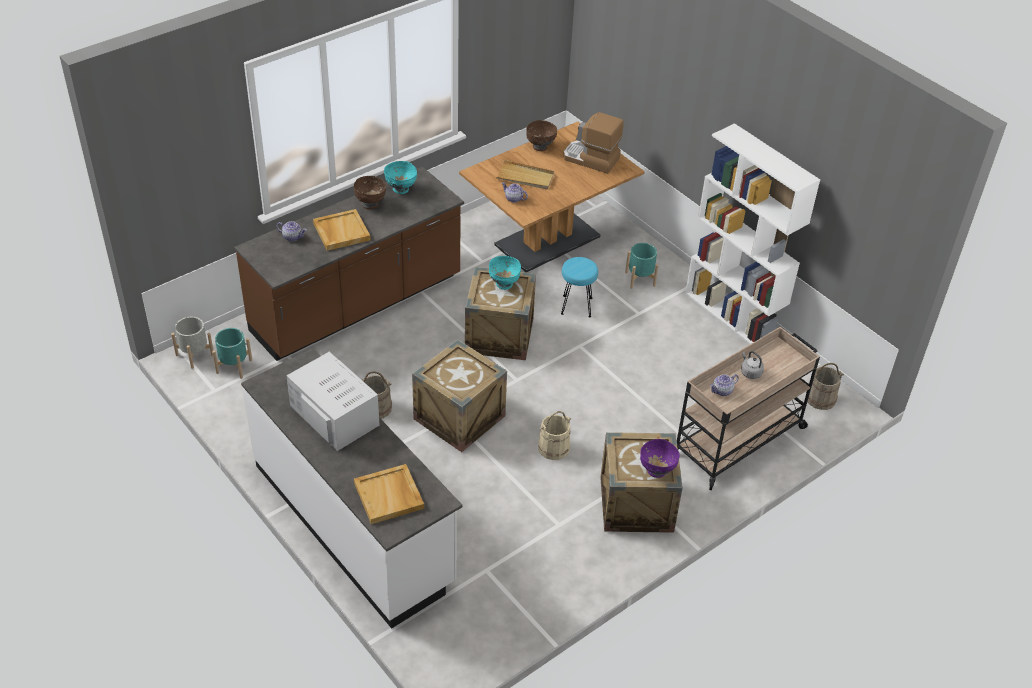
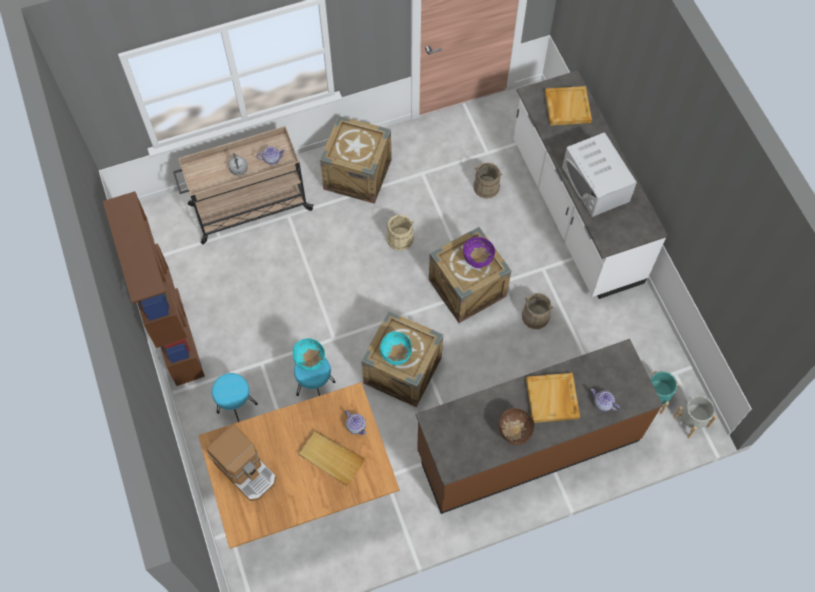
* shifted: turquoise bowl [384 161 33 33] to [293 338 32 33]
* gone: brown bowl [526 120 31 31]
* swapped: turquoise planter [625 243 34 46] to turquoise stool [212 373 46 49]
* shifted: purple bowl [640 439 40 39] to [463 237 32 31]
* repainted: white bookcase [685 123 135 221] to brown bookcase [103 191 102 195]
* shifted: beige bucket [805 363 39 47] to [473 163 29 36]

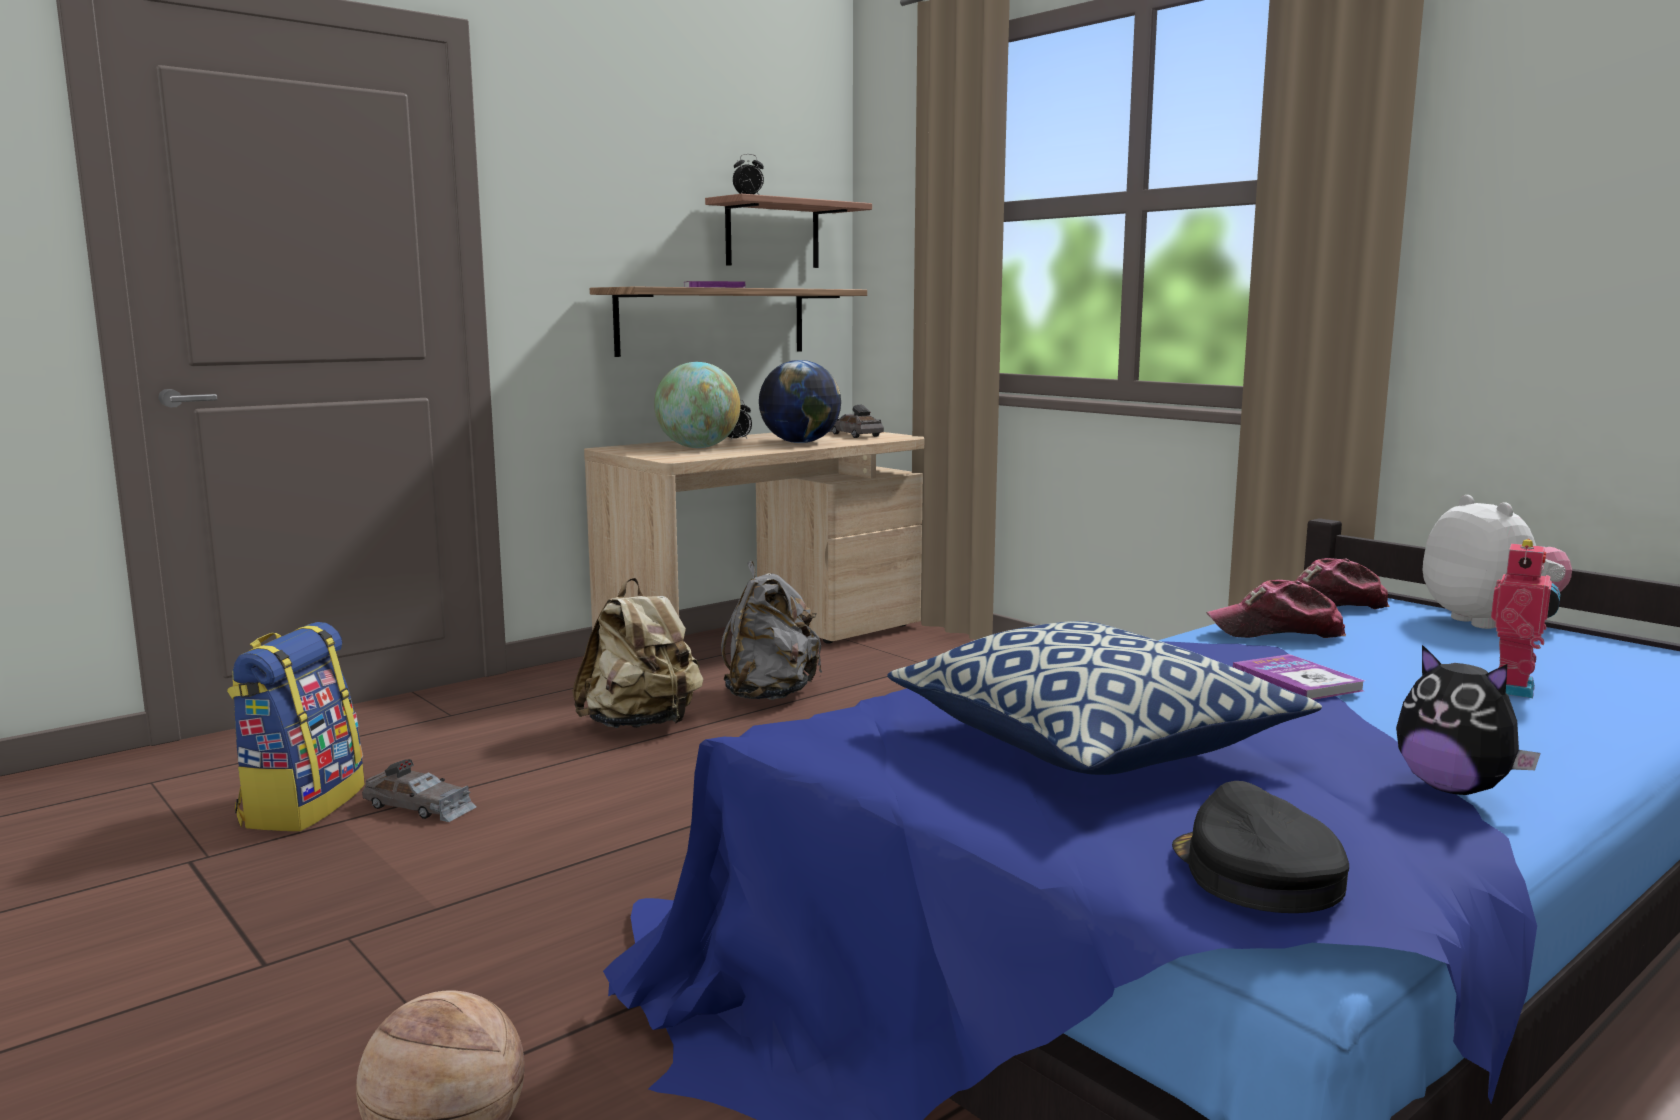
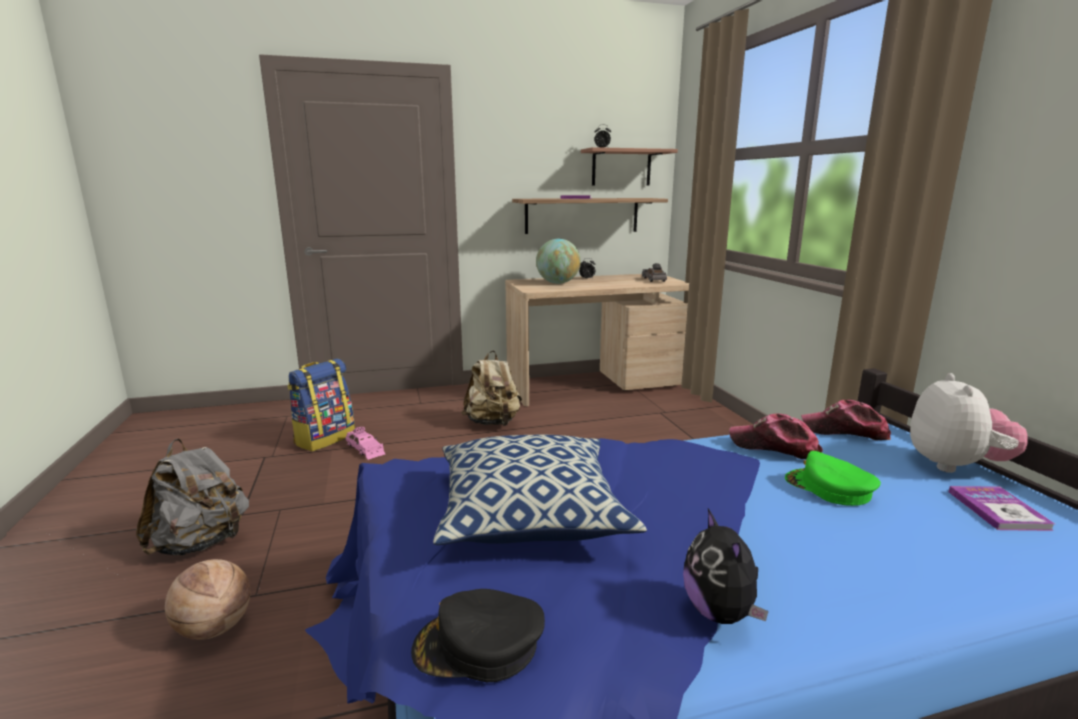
* repainted: grey toy car [362 759 114 63] to pink toy car [345 427 40 33]
* shifted: grey backpack [721 561 101 139] to [136 439 113 117]
* gone: globe [759 360 82 83]
* rotated: black cap [1172 781 177 132] = [411 589 134 93] 105 degrees counterclockwise
* shifted: book [1233 654 132 46] to [949 486 106 45]
* gone: toy robot [1491 539 69 159]
* new: green cap [785 451 96 55]

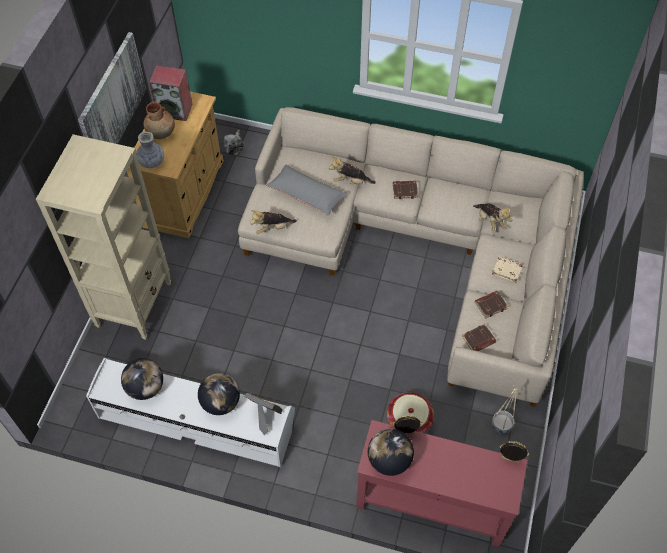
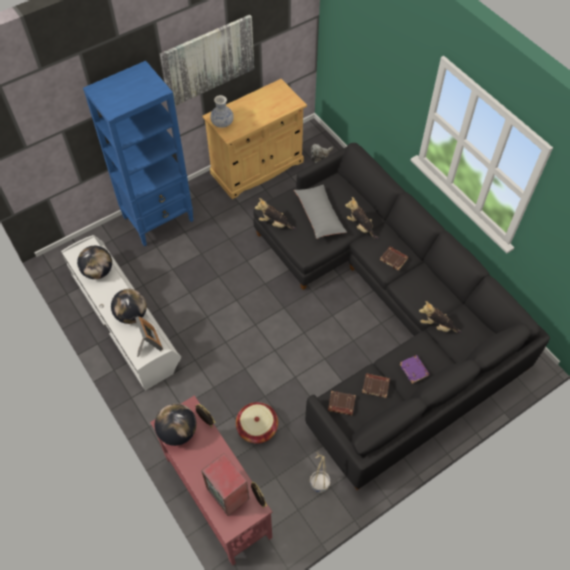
* repainted: beige bookcase [36 134 135 206] to blue bookcase [83 61 111 185]
* gone: brown vase [144 102 31 37]
* shifted: speaker [149 66 43 55] to [201 453 48 63]
* repainted: beige sofa [238 107 346 300] to black sofa [253 143 297 347]
* rotated: plush toy [473 204 39 29] = [419 301 43 32] 105 degrees clockwise
* repainted: beige book [492 256 31 26] to purple book [400 355 30 29]

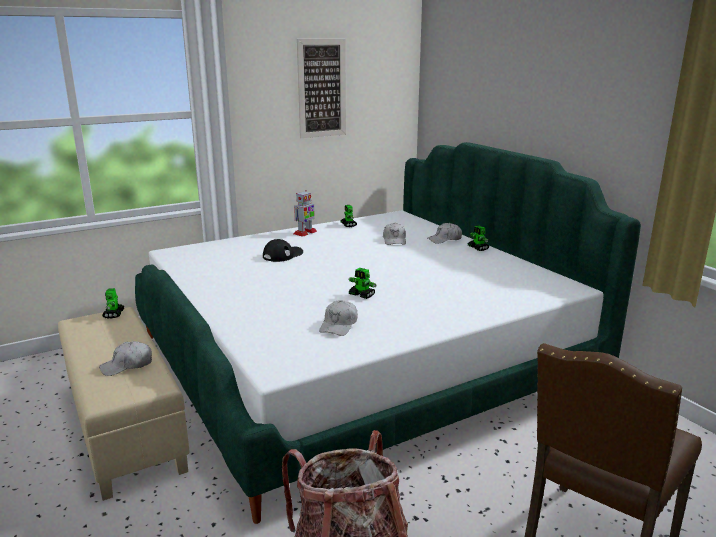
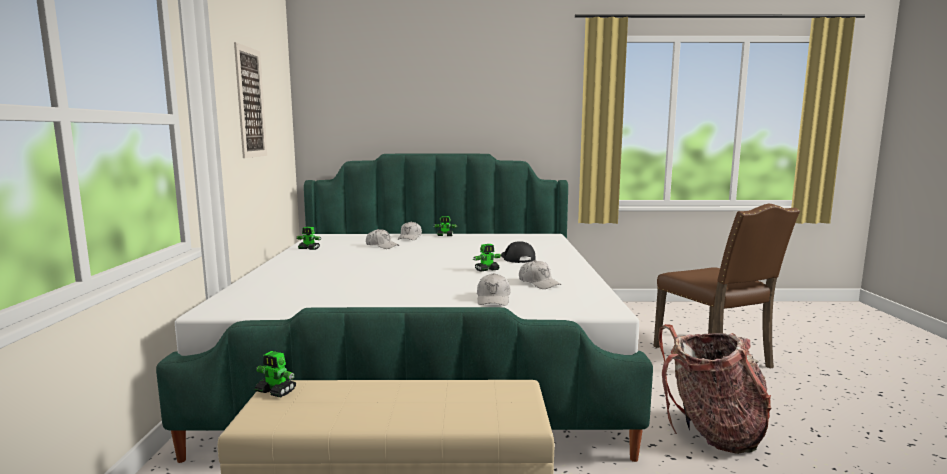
* shifted: white cap [99 341 53 35] to [477 273 33 33]
* shifted: black cap [263 239 40 23] to [500 241 36 22]
* gone: toy robot [294 190 23 47]

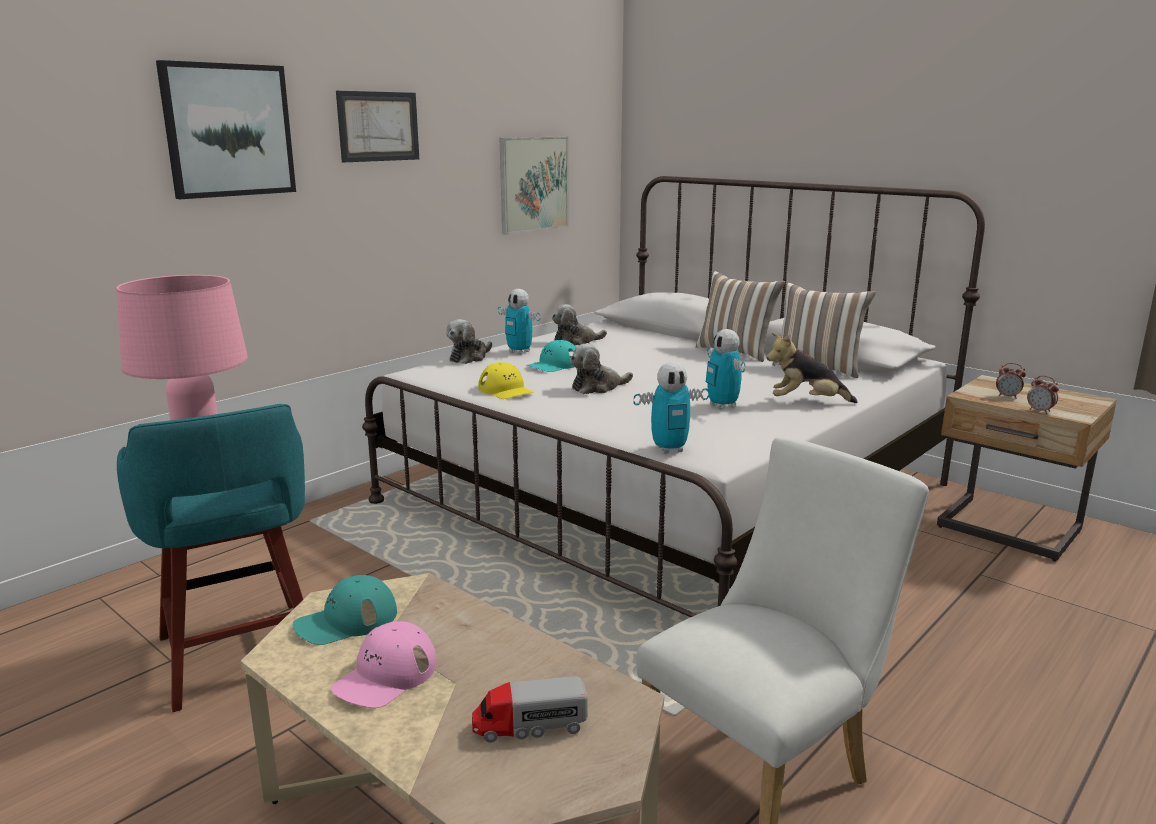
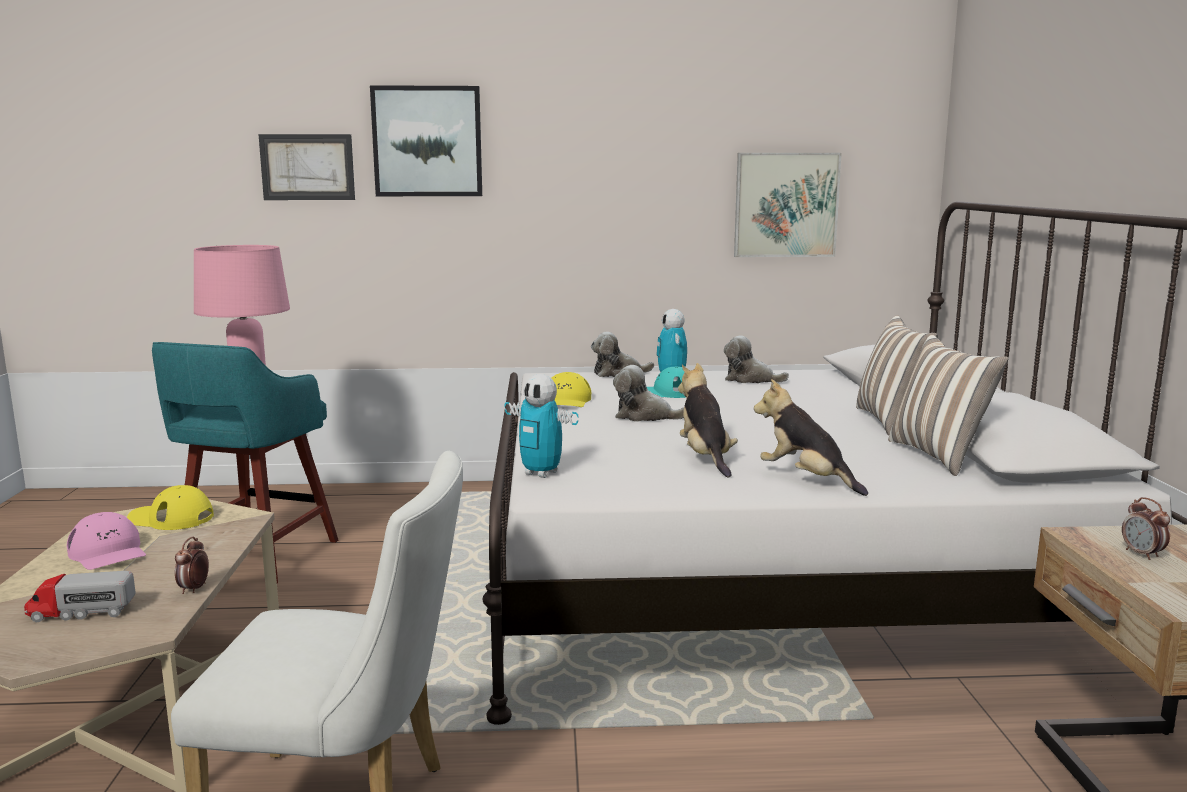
* repainted: turquoise cap [293 575 104 70] to yellow cap [127 485 87 45]
* rotated: pink cap [331 621 106 87] = [67 512 79 58] 120 degrees counterclockwise
* shifted: picture [336 91 83 71] to [258 134 97 66]
* rotated: toy truck [472 677 116 66] = [24 571 111 51] 45 degrees counterclockwise
* swapped: toy robot [706 329 39 80] to plush toy [678 363 60 114]
* shifted: alarm clock [1027 376 32 38] to [175 537 34 57]

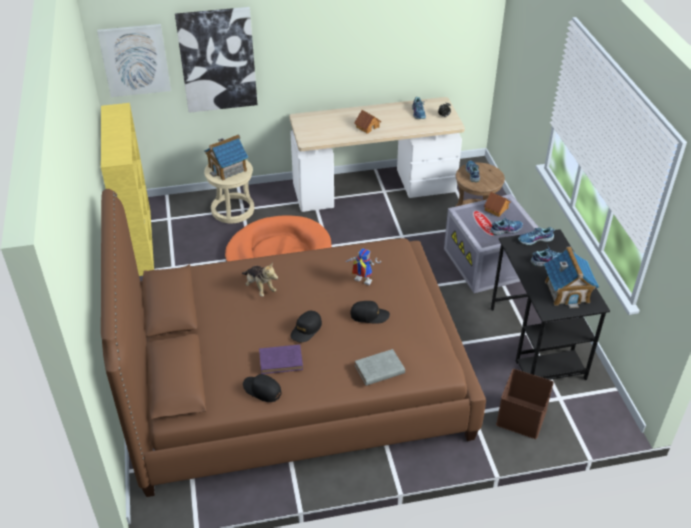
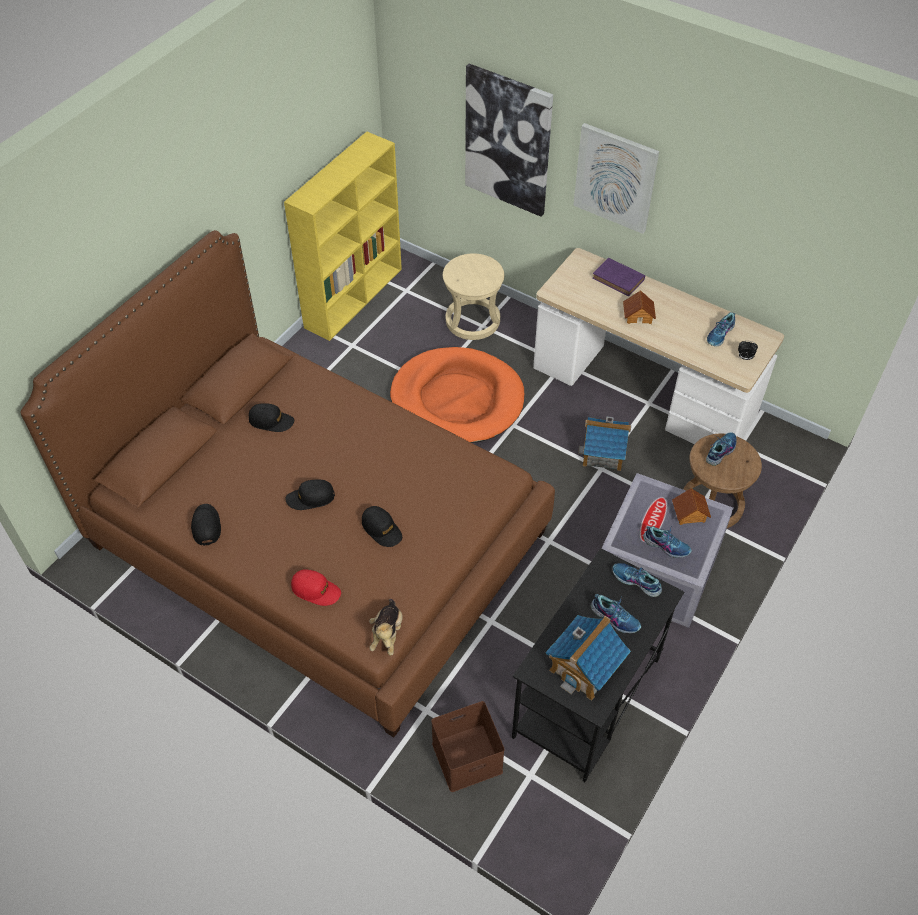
* shifted: picture [97 24 74 73] to [573 123 86 111]
* shifted: toy house [204 135 44 46] to [578 416 53 55]
* shifted: plush toy [242 262 36 35] to [369 599 33 57]
* shifted: purple book [259 345 44 29] to [592 258 53 38]
* gone: toy robot [345 248 36 37]
* swapped: grey book [355 349 50 37] to red cap [291 569 50 37]
* new: black cap [249 404 45 28]

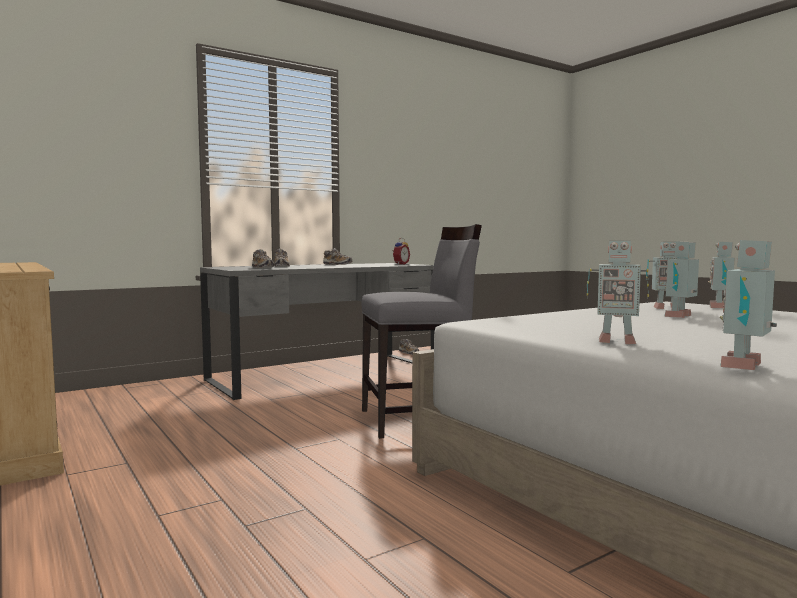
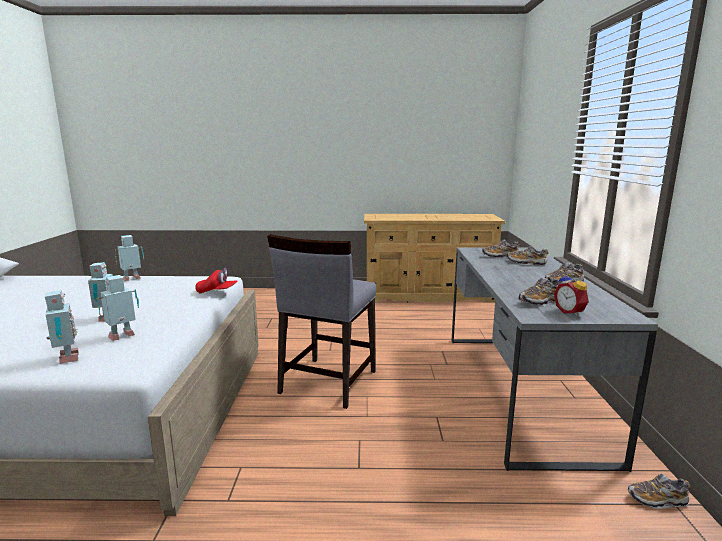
* gone: toy robot [719 240 58 130]
* new: red cap [196 268 42 26]
* new: shoe [519 278 43 28]

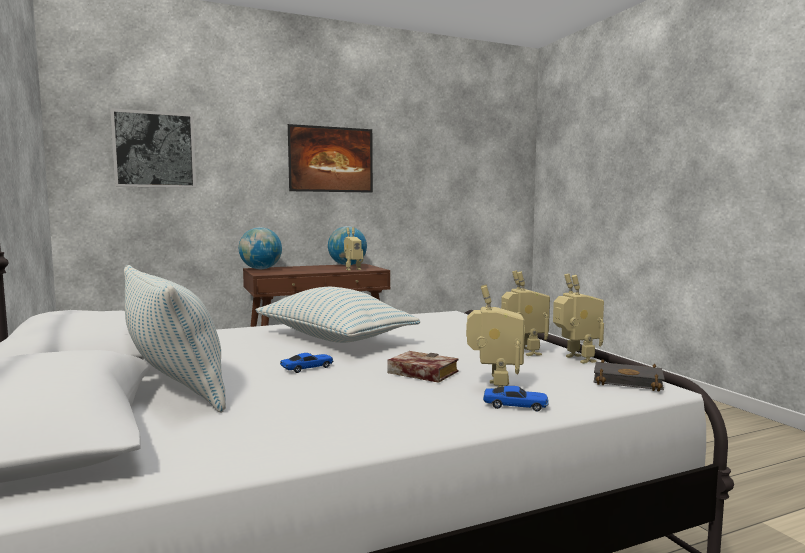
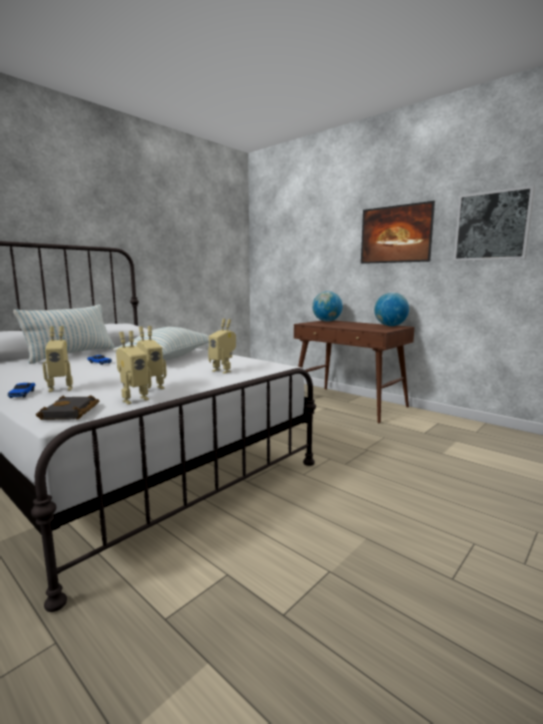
* shifted: picture [110 108 86 80] to [453 185 82 76]
* shifted: toy robot [344 227 19 44] to [208 318 28 56]
* gone: book [387 351 72 32]

